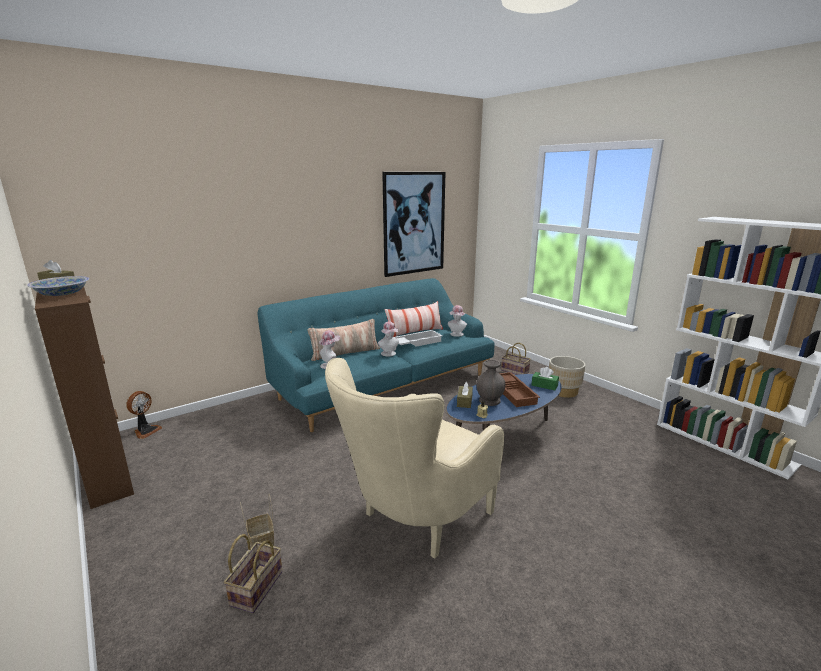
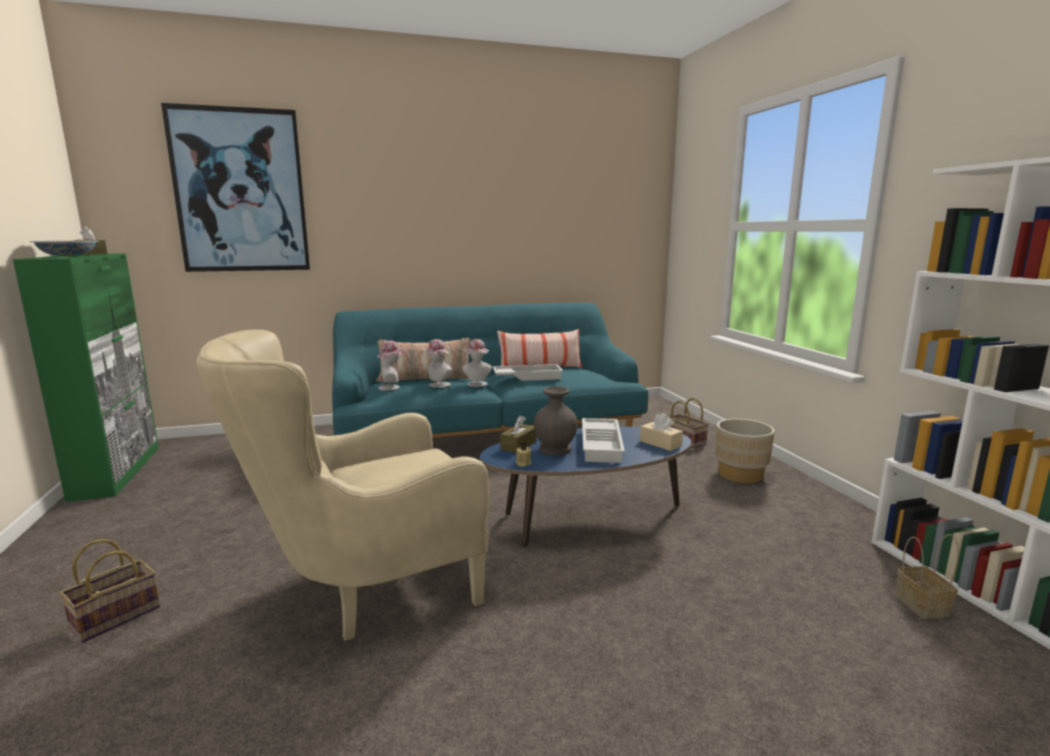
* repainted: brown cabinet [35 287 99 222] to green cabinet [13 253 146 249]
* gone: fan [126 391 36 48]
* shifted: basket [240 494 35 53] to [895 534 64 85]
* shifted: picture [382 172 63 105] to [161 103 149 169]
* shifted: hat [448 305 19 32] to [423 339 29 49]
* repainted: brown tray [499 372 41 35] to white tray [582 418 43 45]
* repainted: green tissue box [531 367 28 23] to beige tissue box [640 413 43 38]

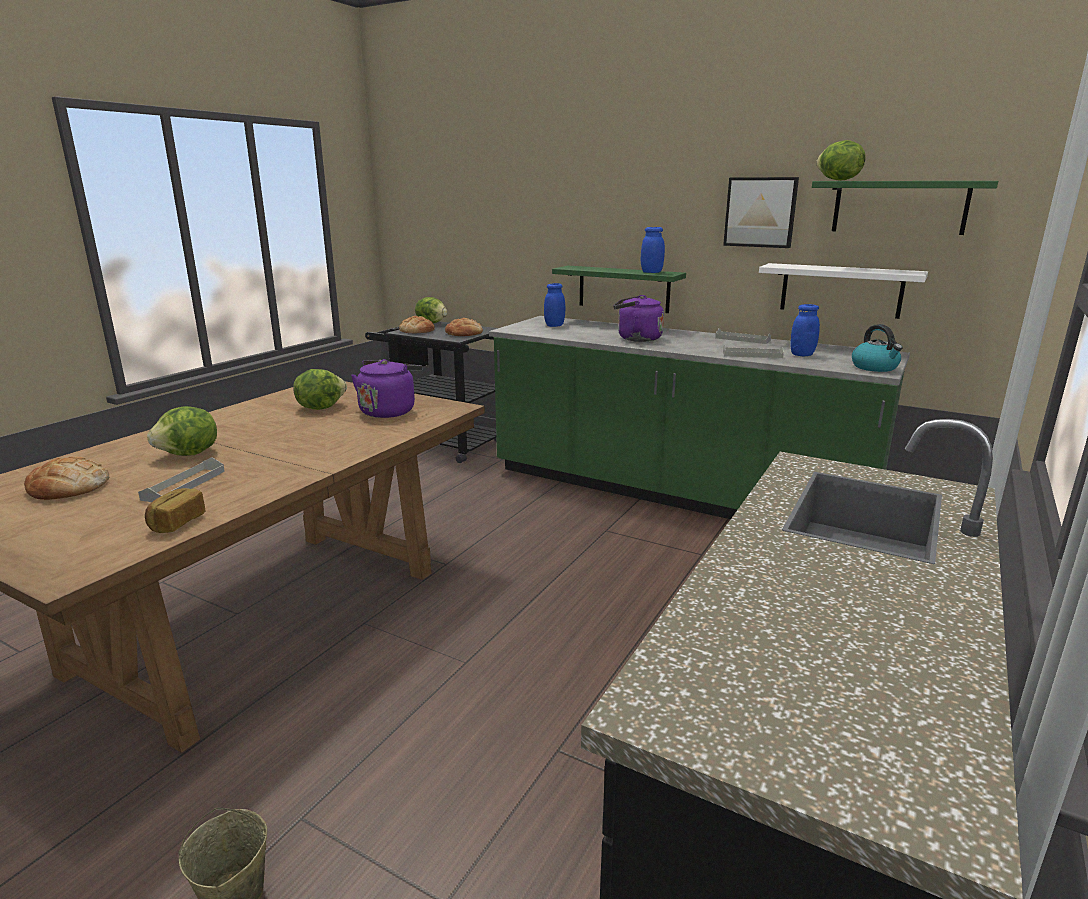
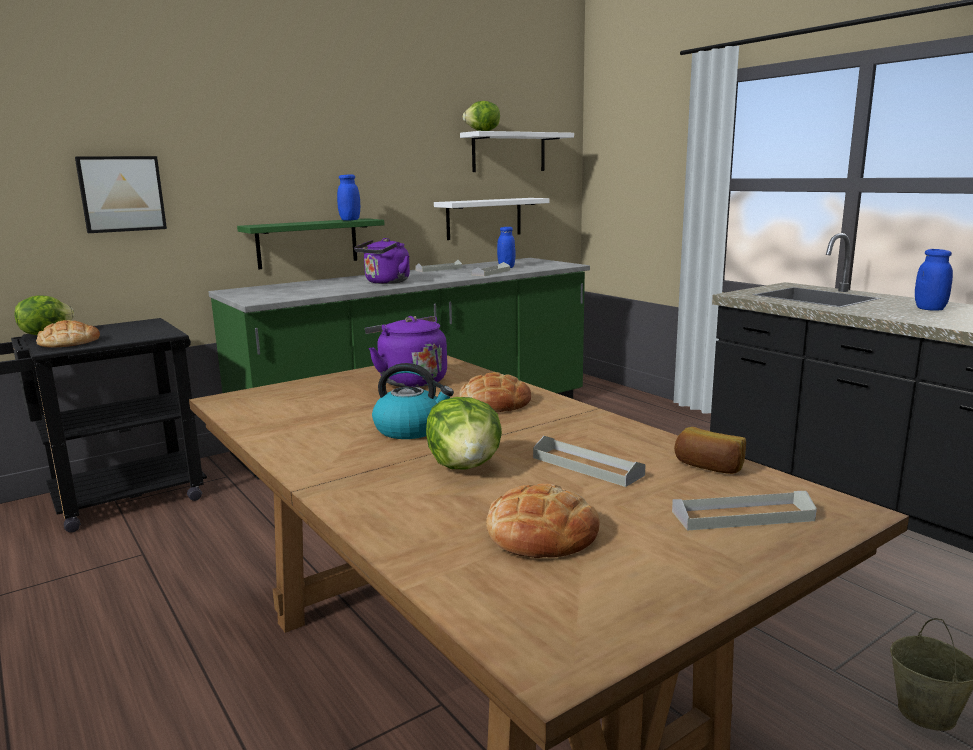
* gone: lettuce [293 369 54 41]
* shifted: bread [445 318 38 18] to [459 372 72 40]
* shifted: blue jar [544 283 21 44] to [915 249 38 62]
* shifted: picture [723 177 76 71] to [75 156 92 77]
* repainted: green shelf [812 181 186 54] to white shelf [460 131 114 41]
* shifted: kettle [852 324 50 48] to [372 363 82 76]
* new: grey tray [672 491 145 40]

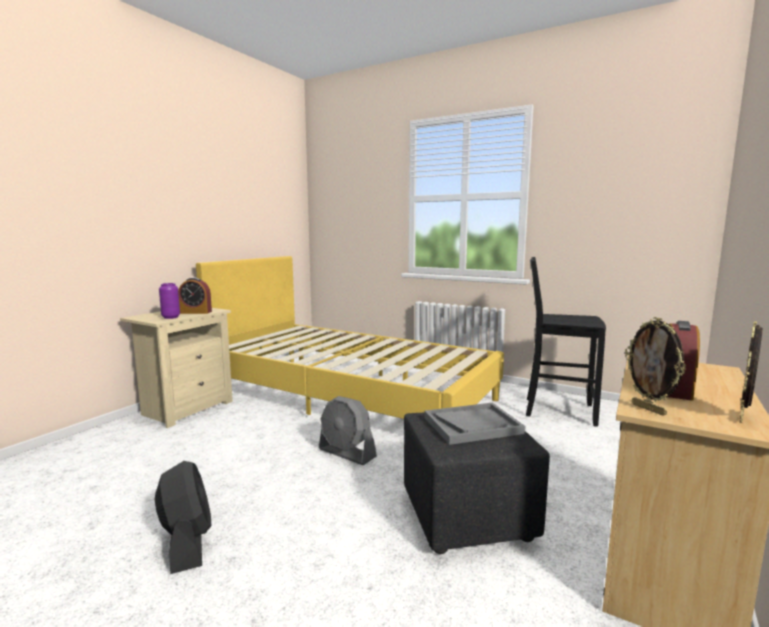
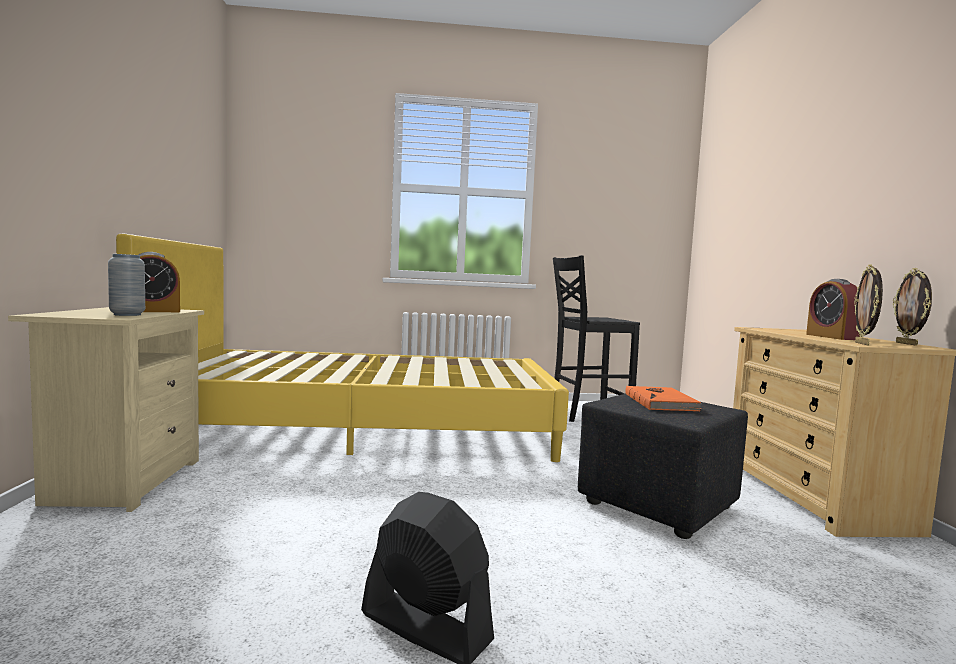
* repainted: purple vase [159 283 21 36] to grey vase [108 254 37 62]
* gone: grey fan [319 396 58 69]
* swapped: grey tray [424 403 102 42] to orange book [625 386 76 25]
* rotated: picture frame [625 317 61 99] = [854 264 29 81] 75 degrees clockwise

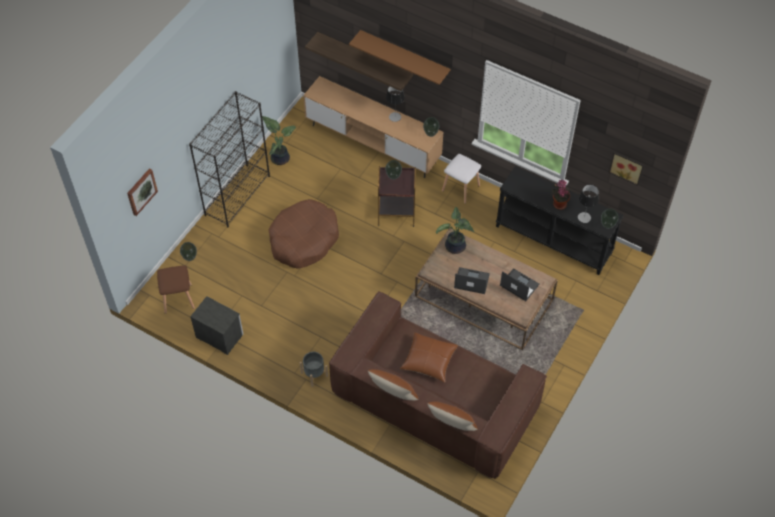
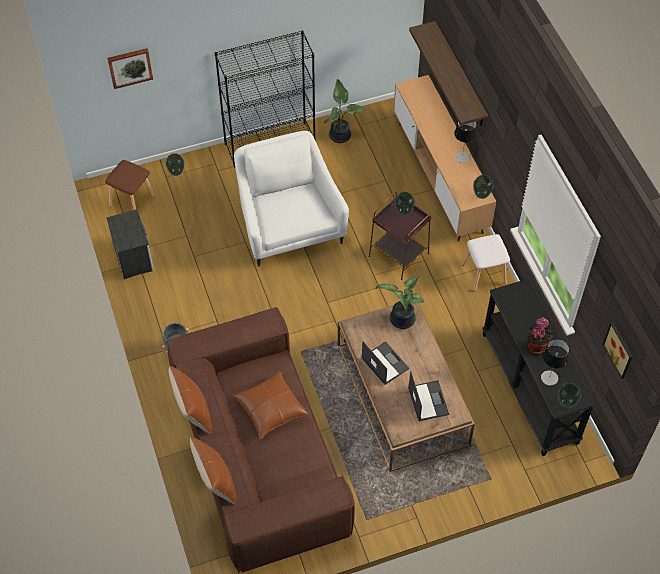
* swapped: brown dog bed [268 199 71 70] to white armchair [234 131 115 135]
* gone: brown shelf [349 30 102 55]

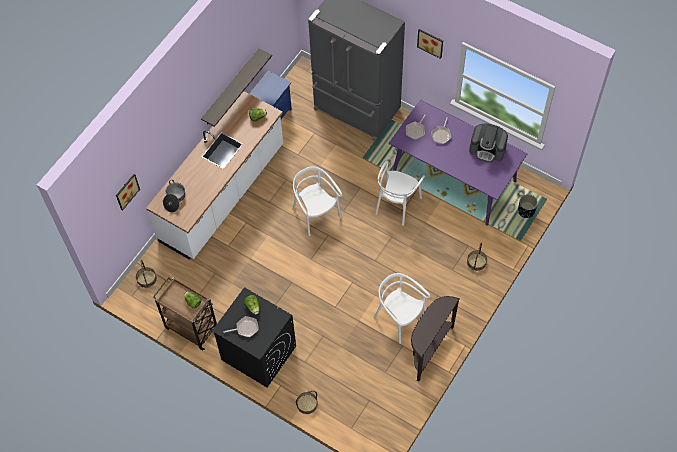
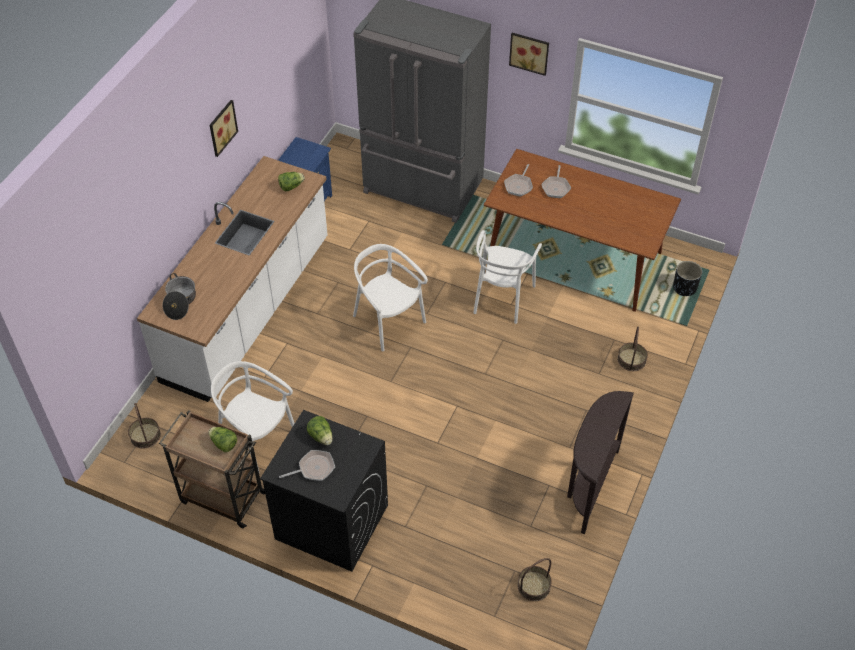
* shifted: picture [116 174 24 37] to [210 100 28 57]
* gone: shelf [201 49 71 78]
* shifted: basket [296 391 22 23] to [517 558 35 43]
* shifted: white chair [374 273 57 71] to [211 361 84 112]
* repainted: purple dining table [389 100 139 126] to brown dining table [484 149 197 163]
* gone: coffee machine [469 124 39 38]

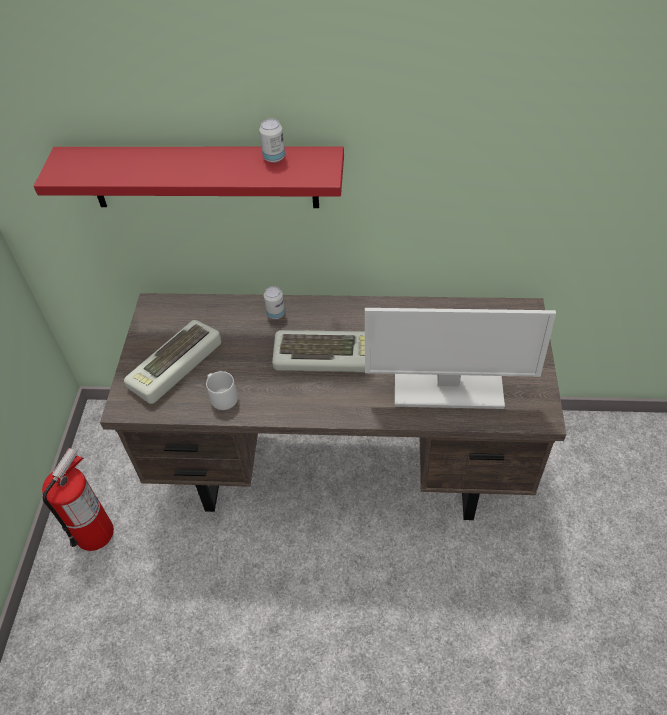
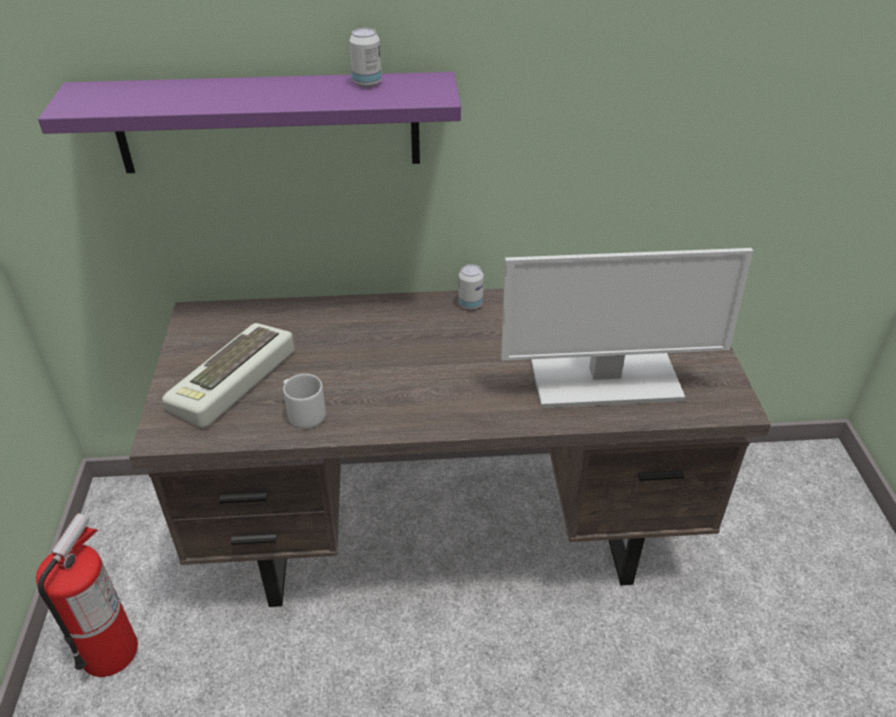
* repainted: red shelf [34 147 310 61] to purple shelf [38 72 423 101]
* shifted: can [264 286 21 33] to [458 264 26 46]
* gone: keyboard [272 330 93 42]

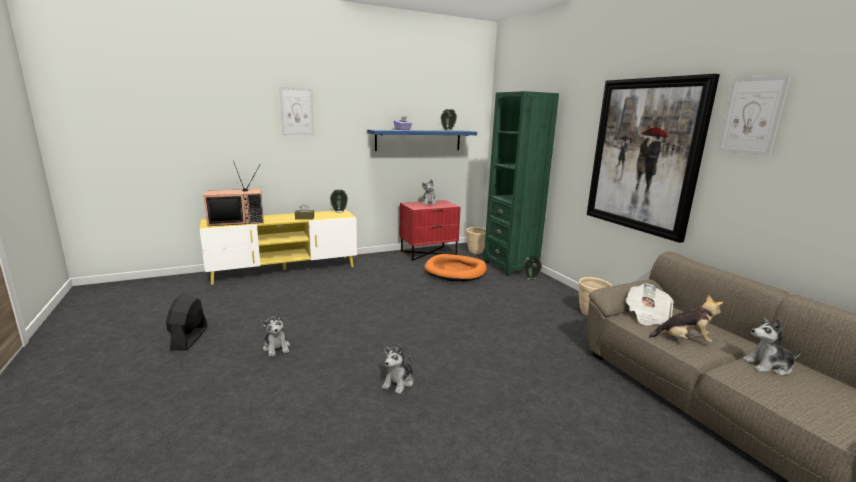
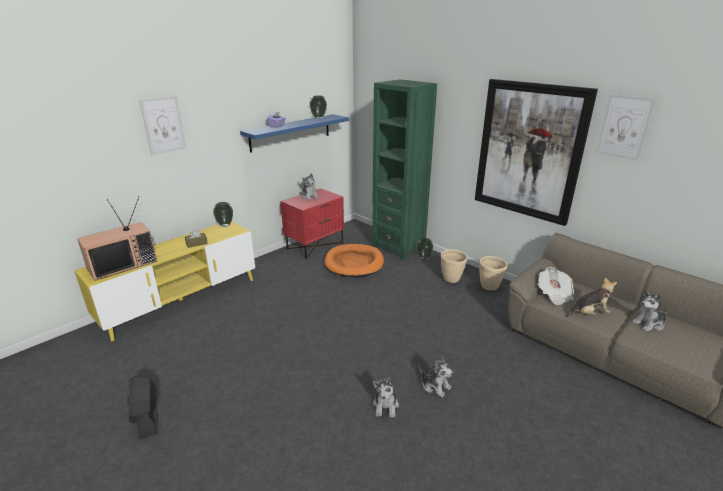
* shifted: plush toy [261 312 29 45] to [419 356 34 41]
* shifted: beige planter [466 227 20 27] to [441 249 27 34]

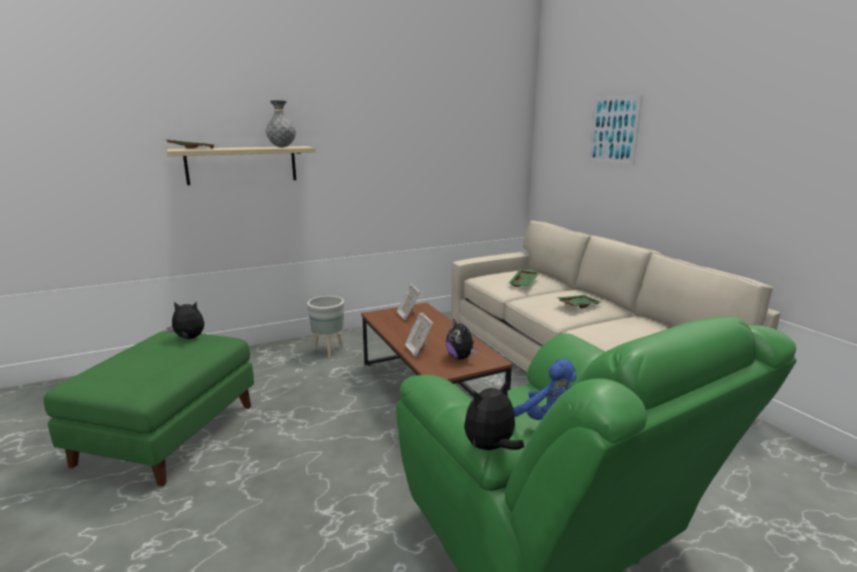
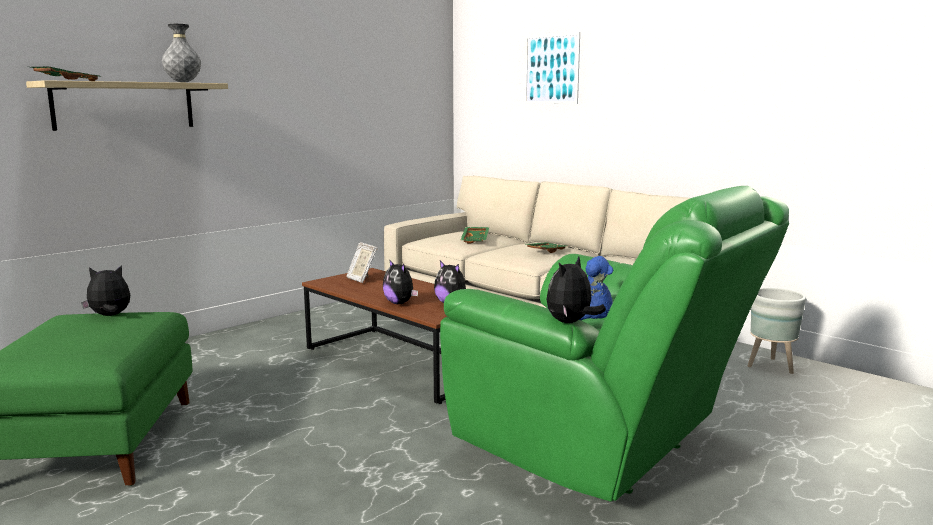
* shifted: grey planter [307 296 37 63] to [747 288 59 86]
* swapped: picture frame [405 312 28 45] to plush toy [383 259 35 45]

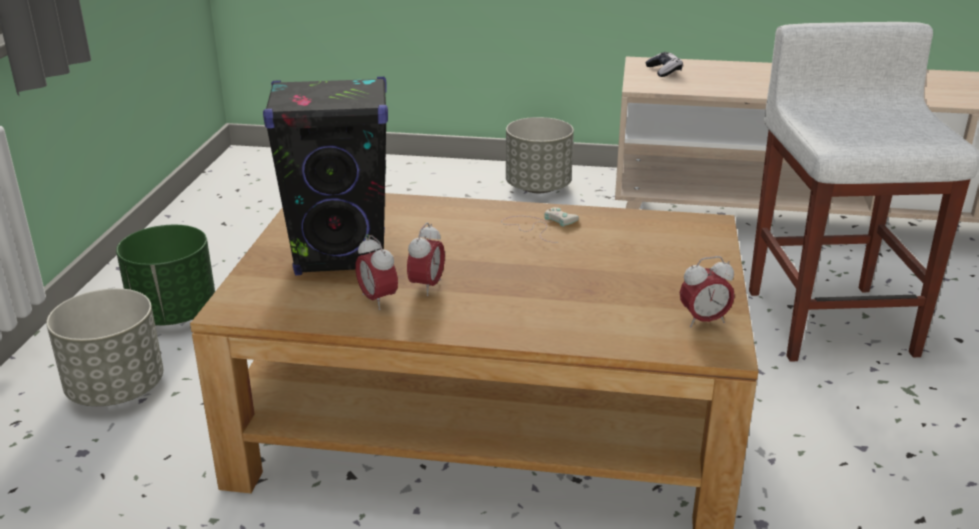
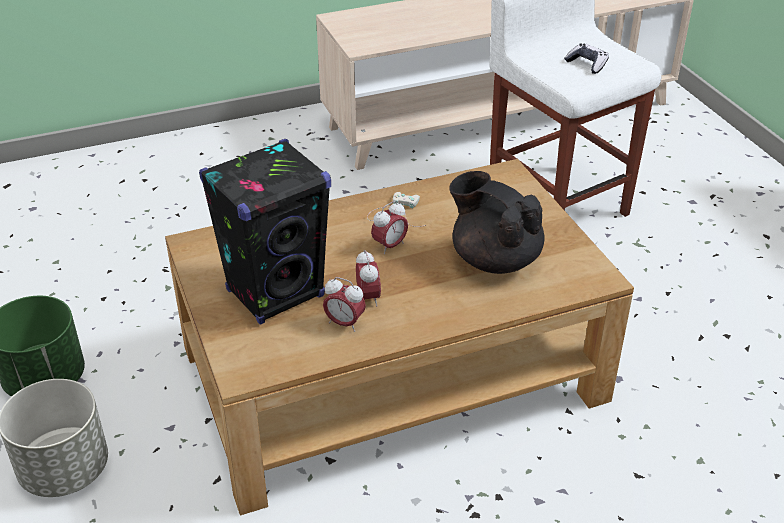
* gone: grey planter [506 117 68 76]
* shifted: game controller [645 52 38 25] to [564 43 45 31]
* shifted: alarm clock [680 256 55 72] to [371 201 37 53]
* new: black teapot [450 171 94 103]

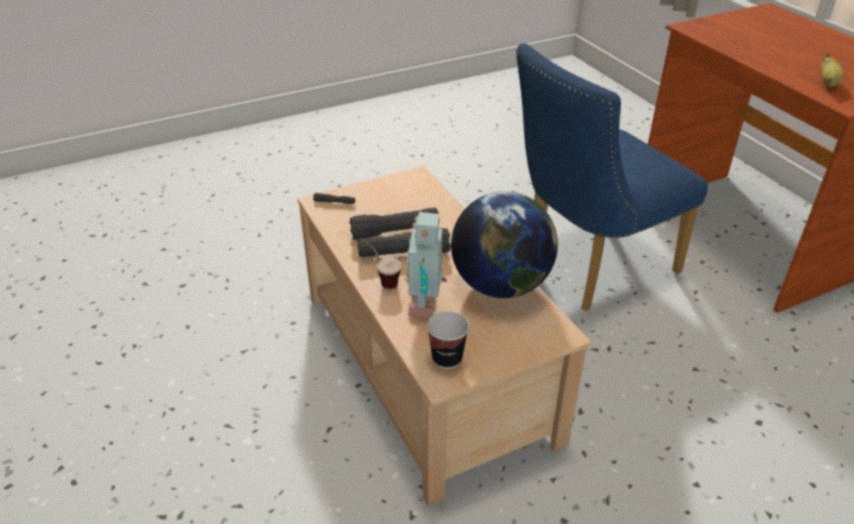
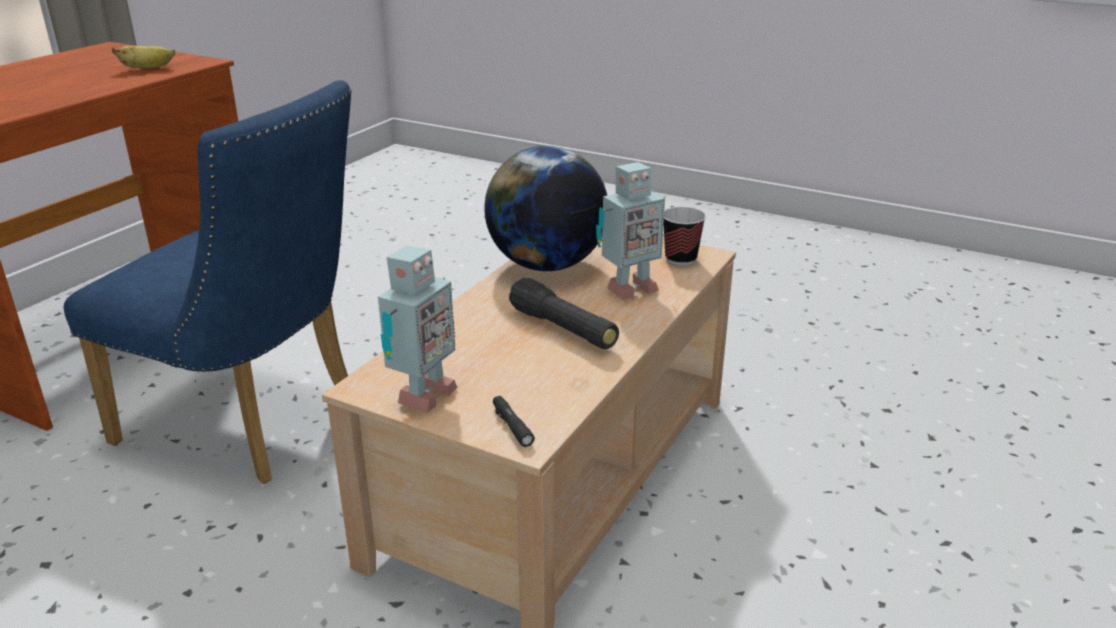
* gone: black flashlight [350 207 89 33]
* gone: cup [363 240 38 49]
* new: toy robot [378 245 80 168]

